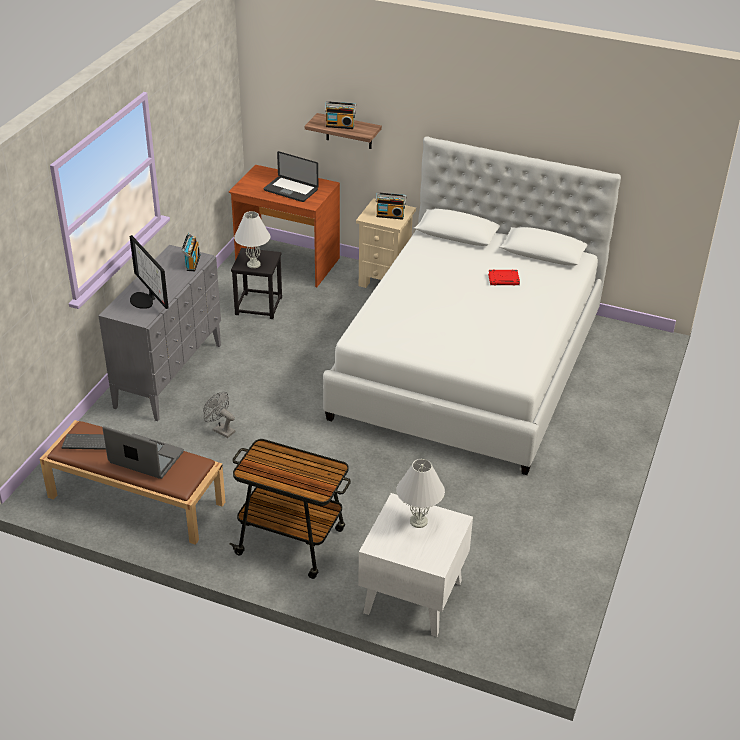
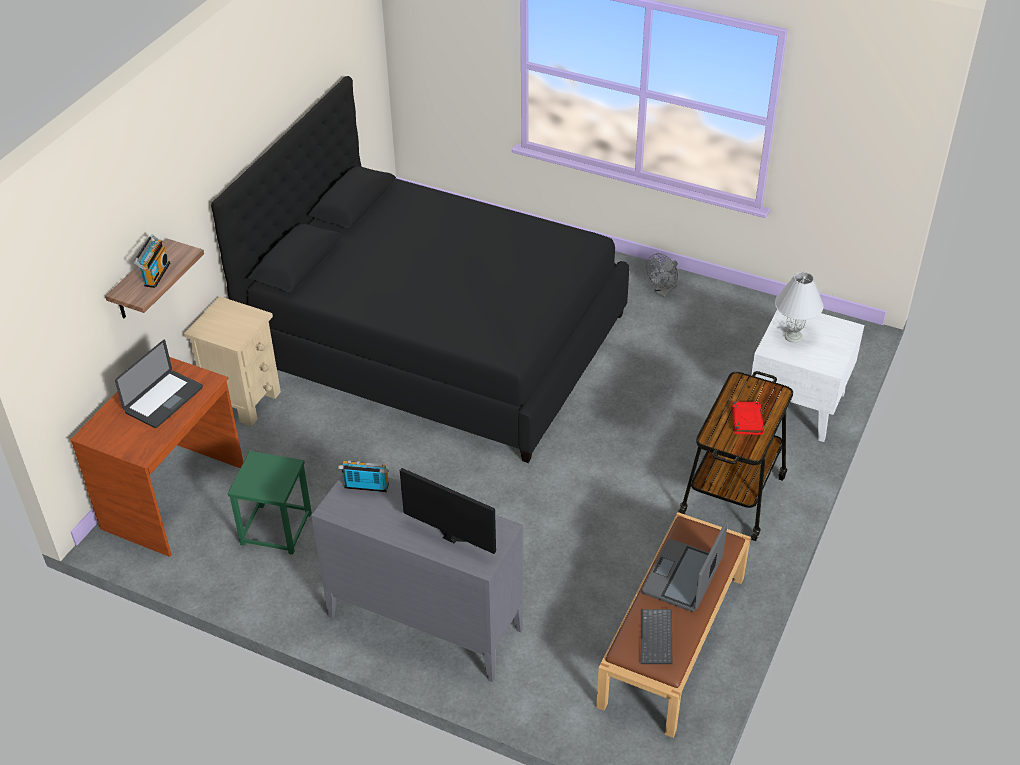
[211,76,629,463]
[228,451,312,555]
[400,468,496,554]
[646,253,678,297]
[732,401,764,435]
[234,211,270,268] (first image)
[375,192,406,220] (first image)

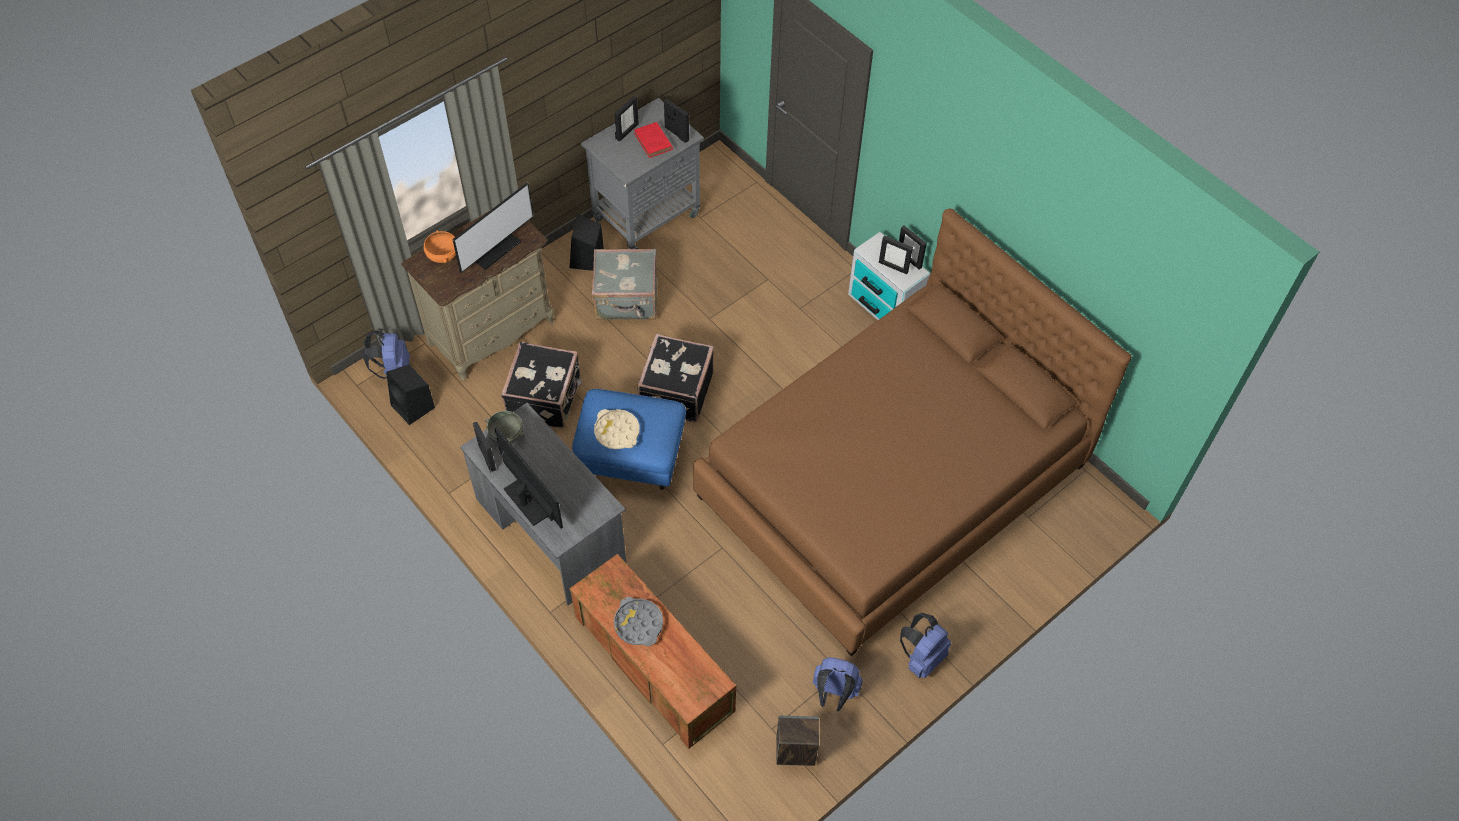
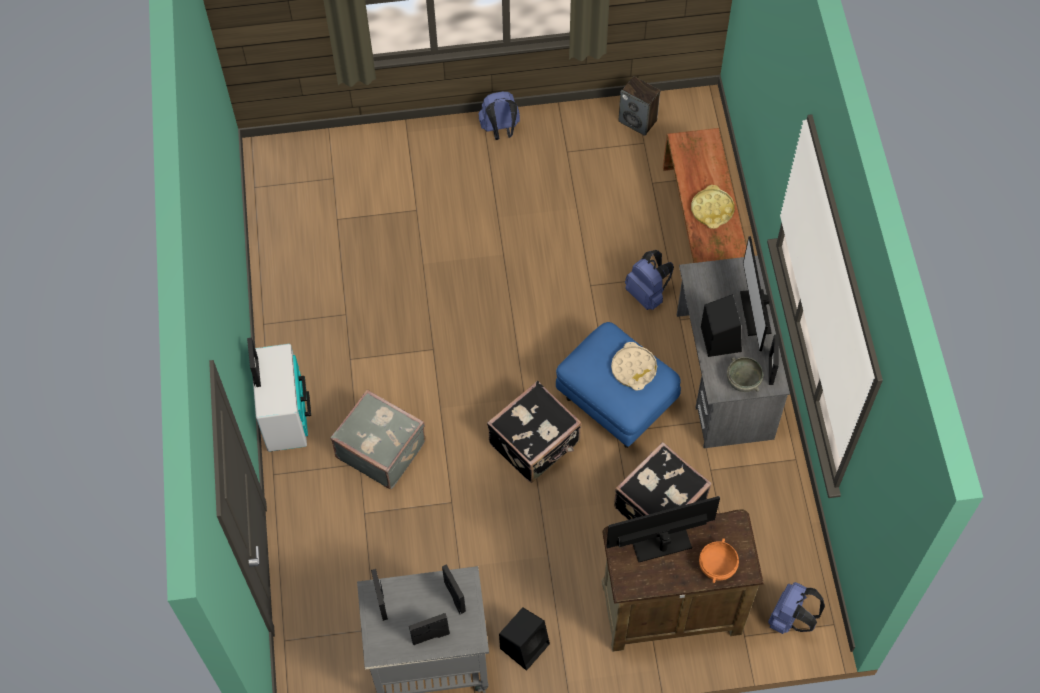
[331,389,426,489]
[442,564,466,614]
[625,250,674,310]
[691,185,735,229]
[701,294,742,357]
[634,122,673,158] (first image)
[693,209,1132,656] (first image)

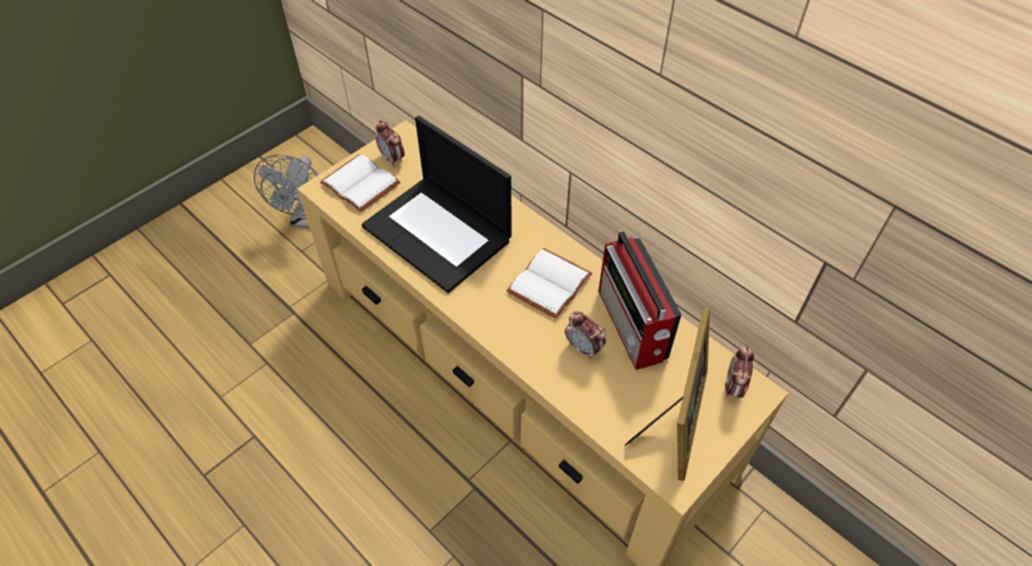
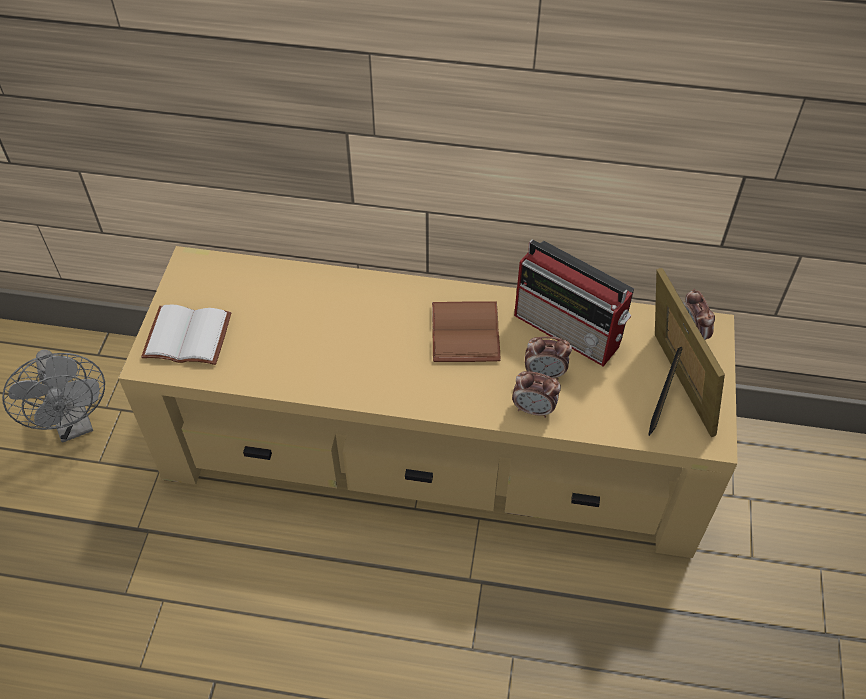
[432,302,501,362]
[512,371,561,418]
[362,116,512,293] (first image)

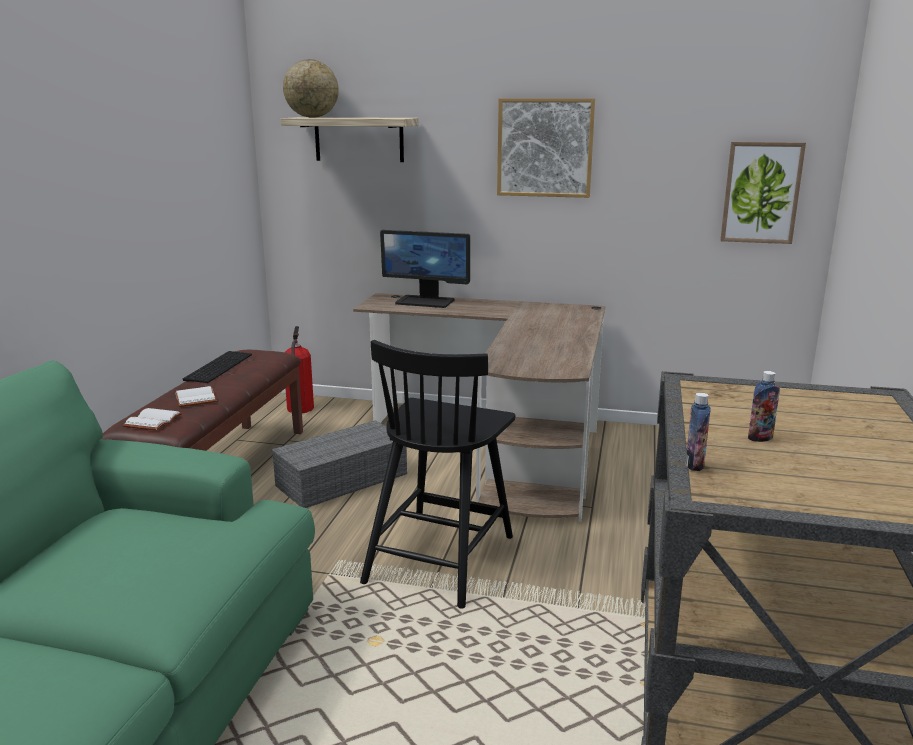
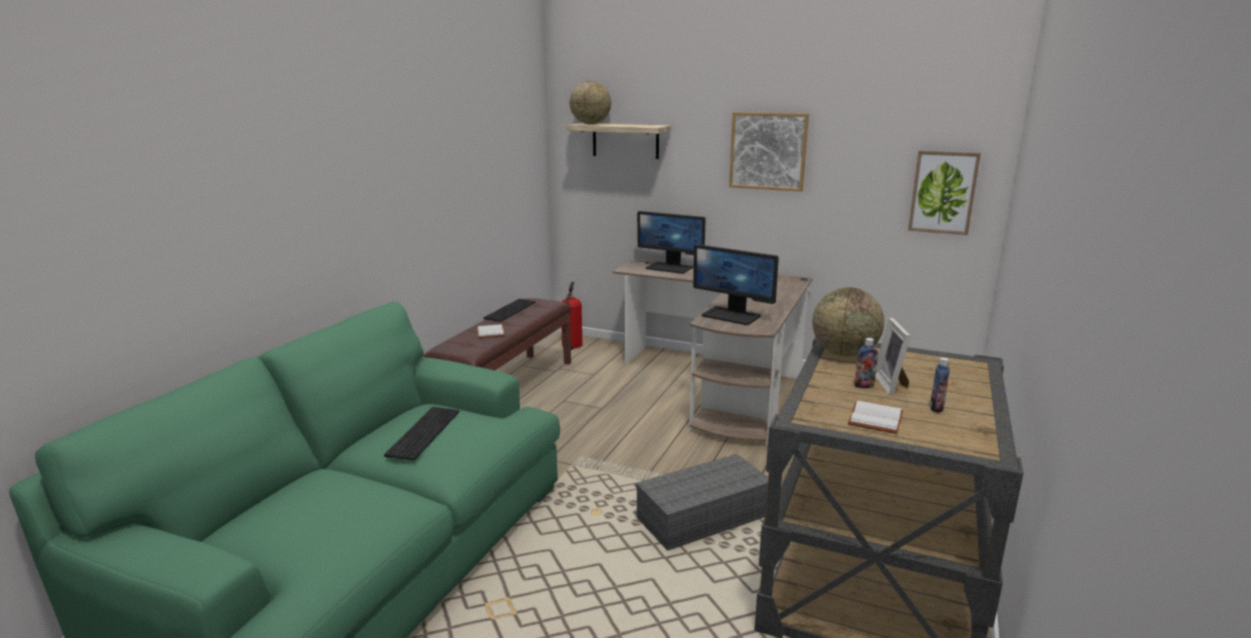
[384,407,460,460]
[636,454,769,551]
[693,244,779,325]
[812,287,884,356]
[848,401,903,434]
[875,318,911,396]
[930,357,950,413]
[360,340,515,609] (first image)

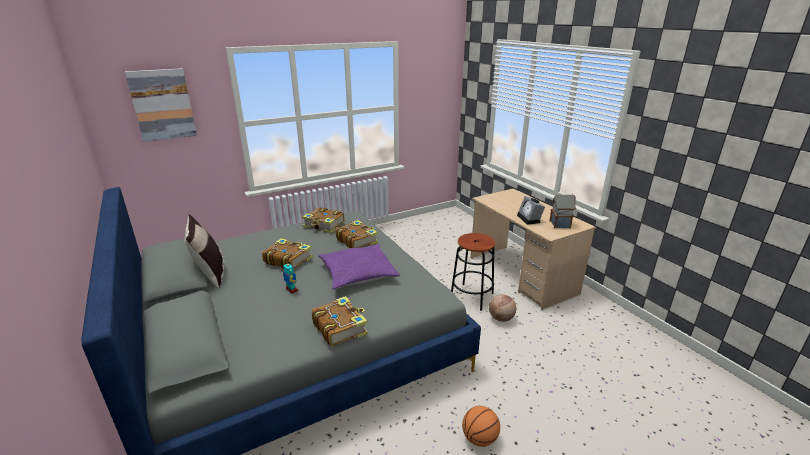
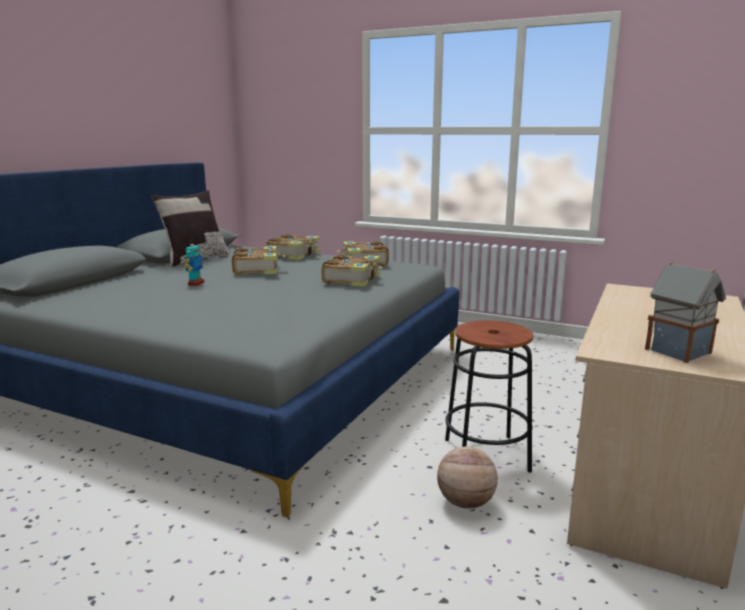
[266,234,320,260]
[125,68,197,142] (first image)
[318,244,400,290] (first image)
[462,406,500,447] (first image)
[517,196,545,225] (first image)

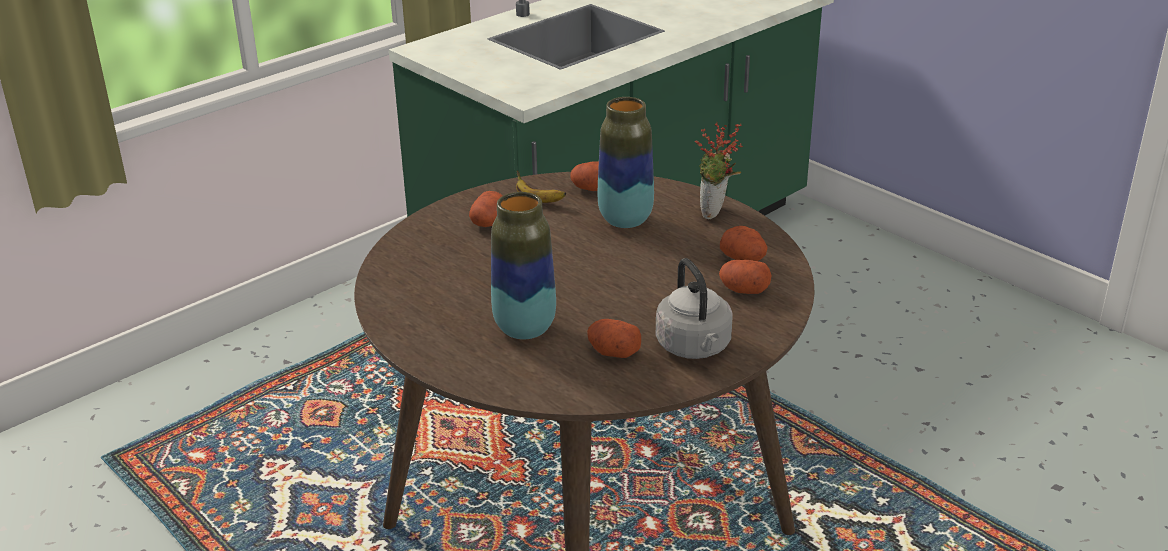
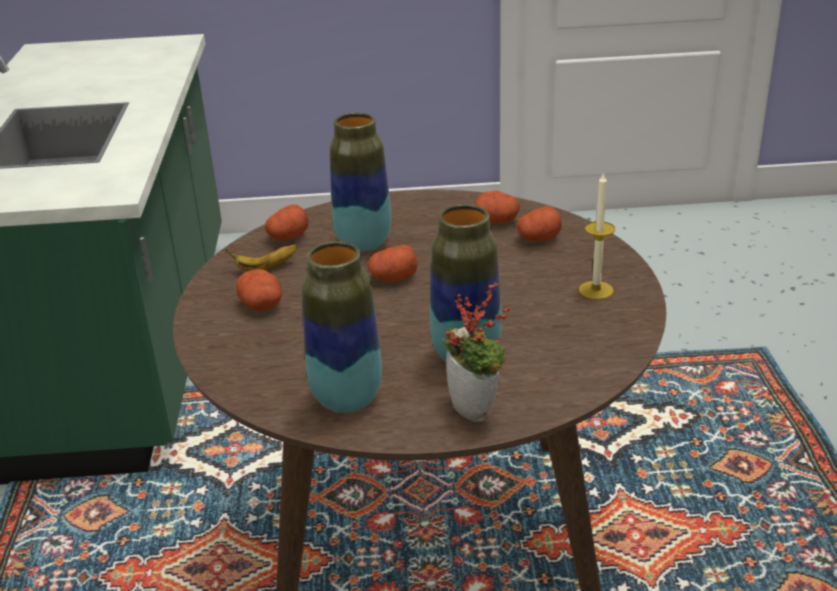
[302,241,382,413]
[368,245,418,281]
[443,282,511,422]
[579,172,615,300]

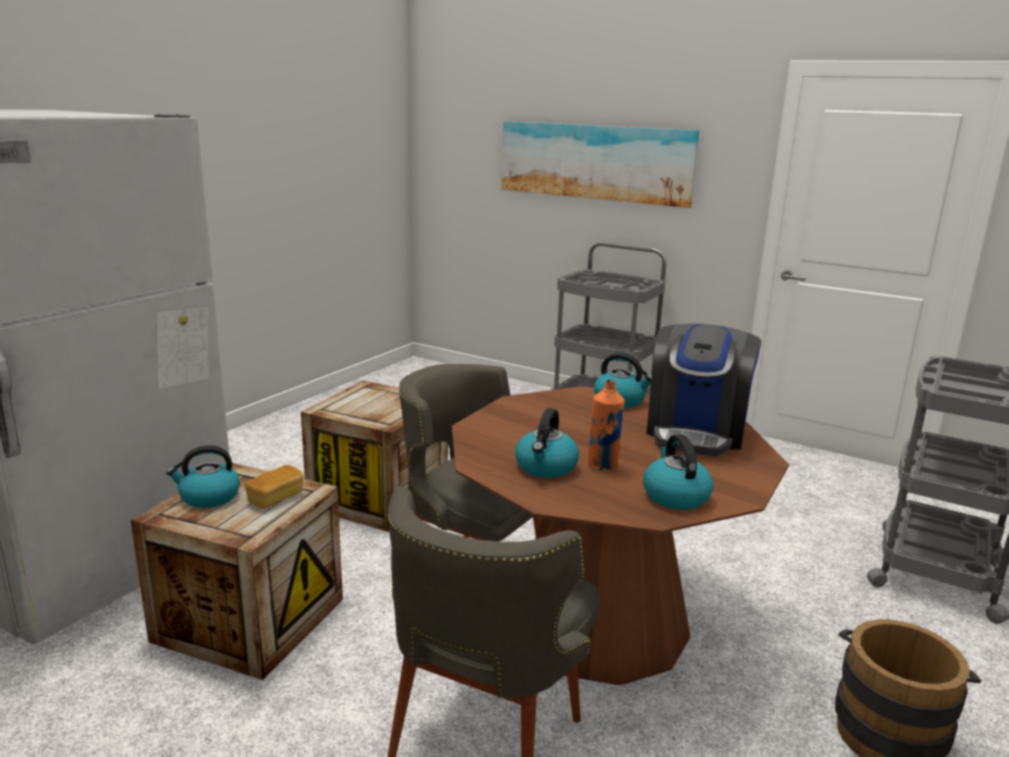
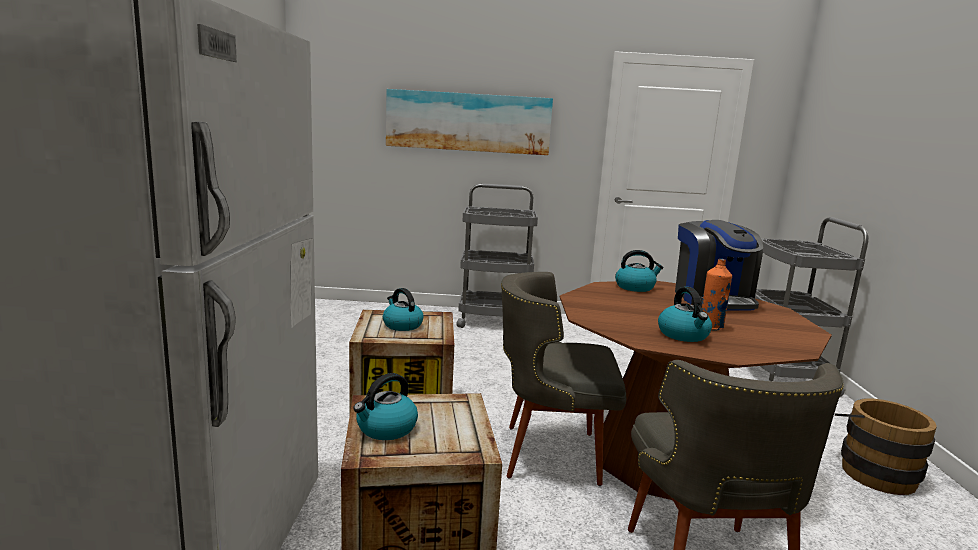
[383,288,424,331]
[245,465,304,509] (first image)

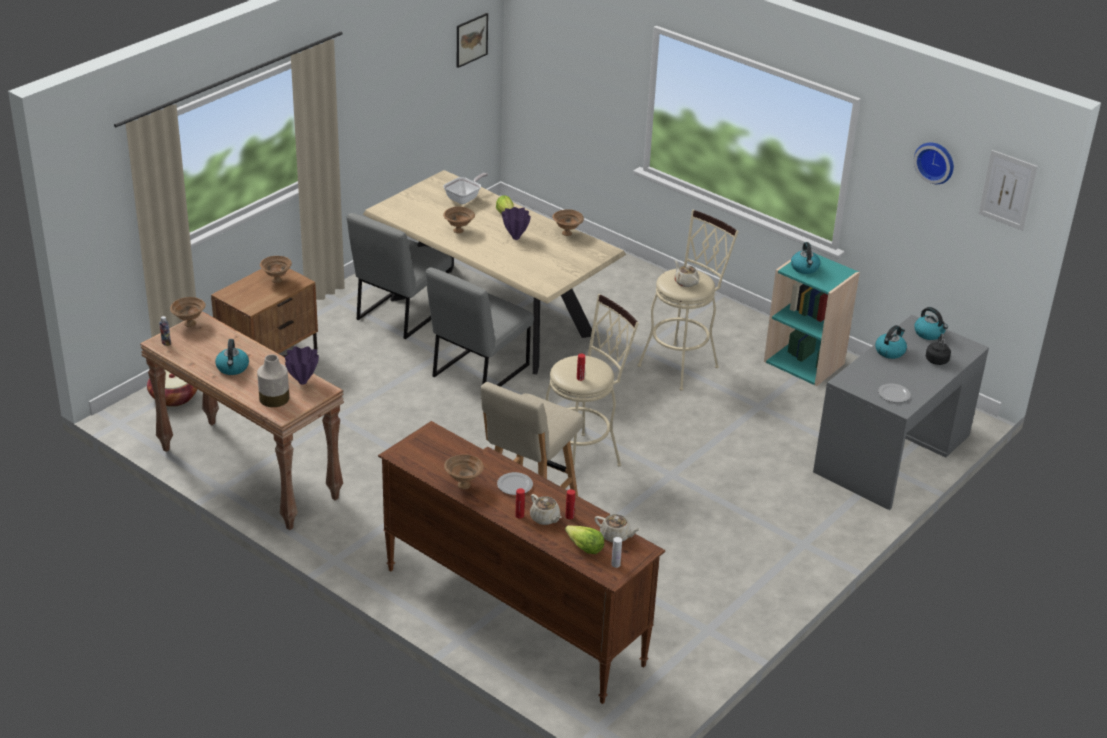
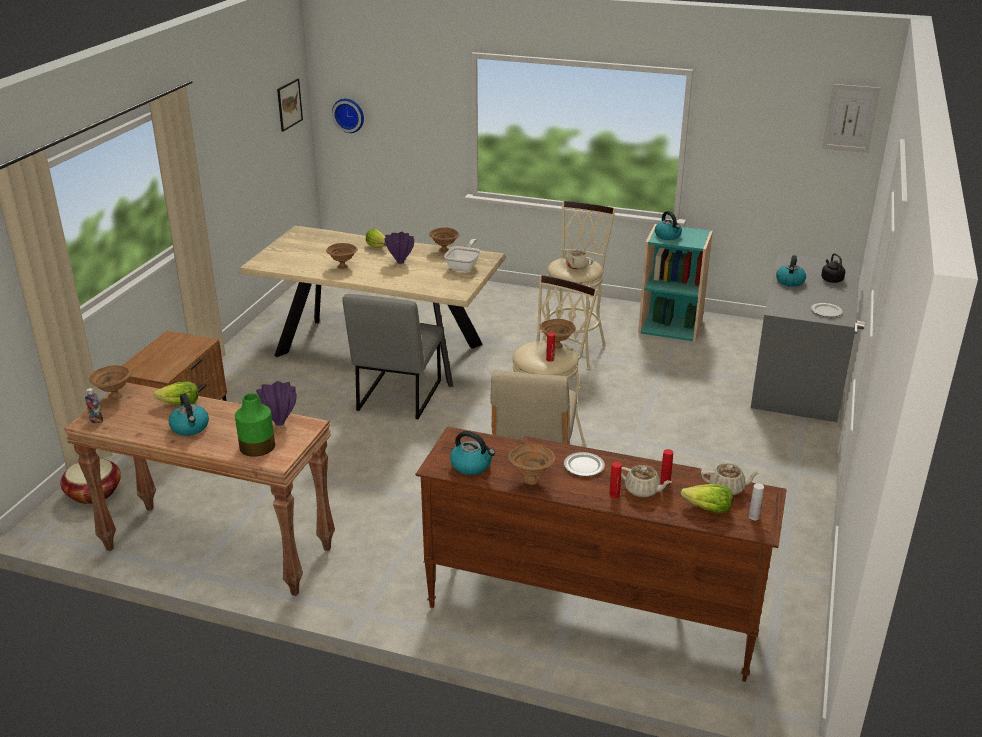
[153,381,198,405]
[235,393,275,457]
[332,99,364,133]
[444,239,480,272]
[450,431,495,475]
[540,319,576,349]
[347,213,452,339] (first image)

